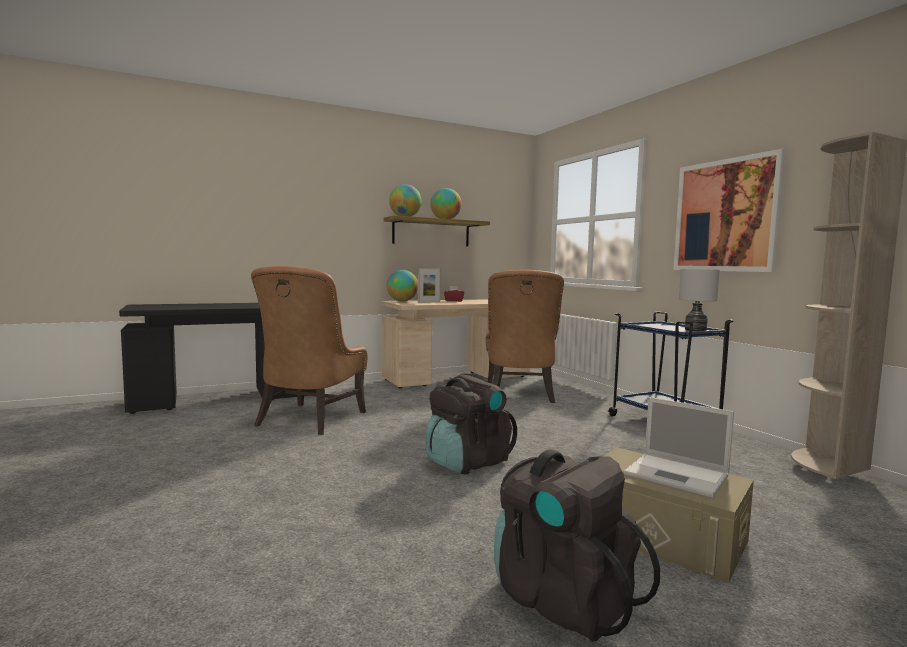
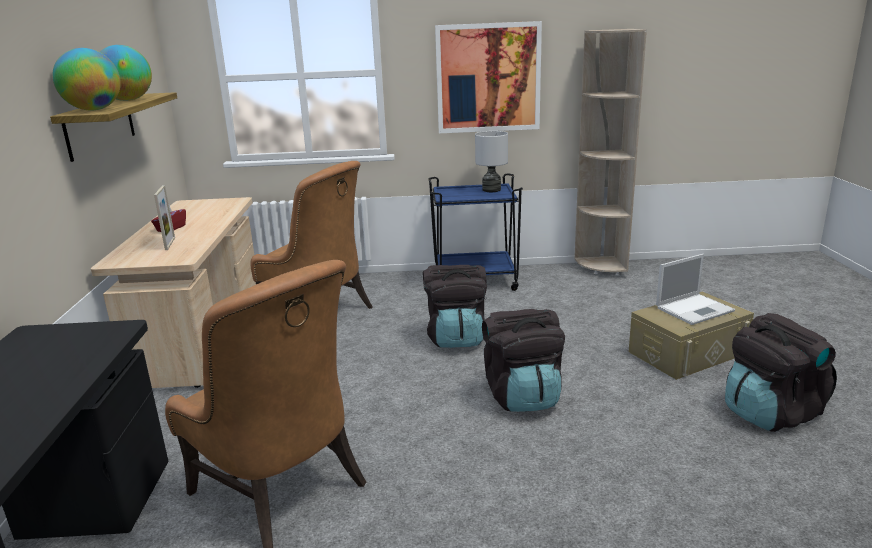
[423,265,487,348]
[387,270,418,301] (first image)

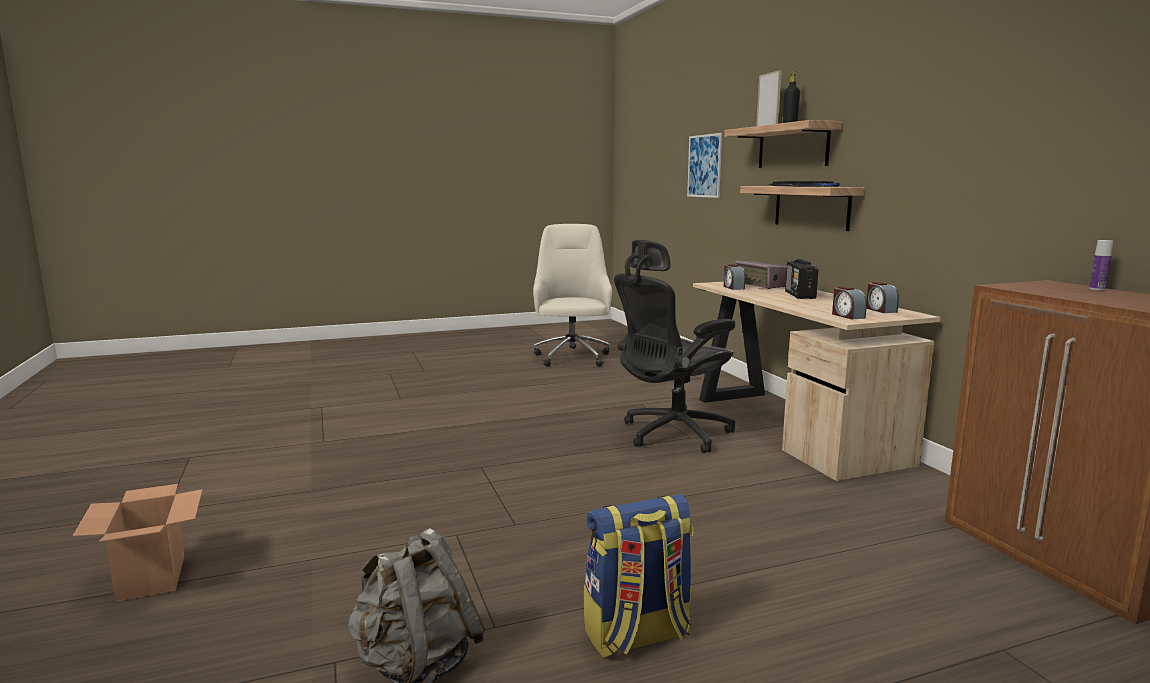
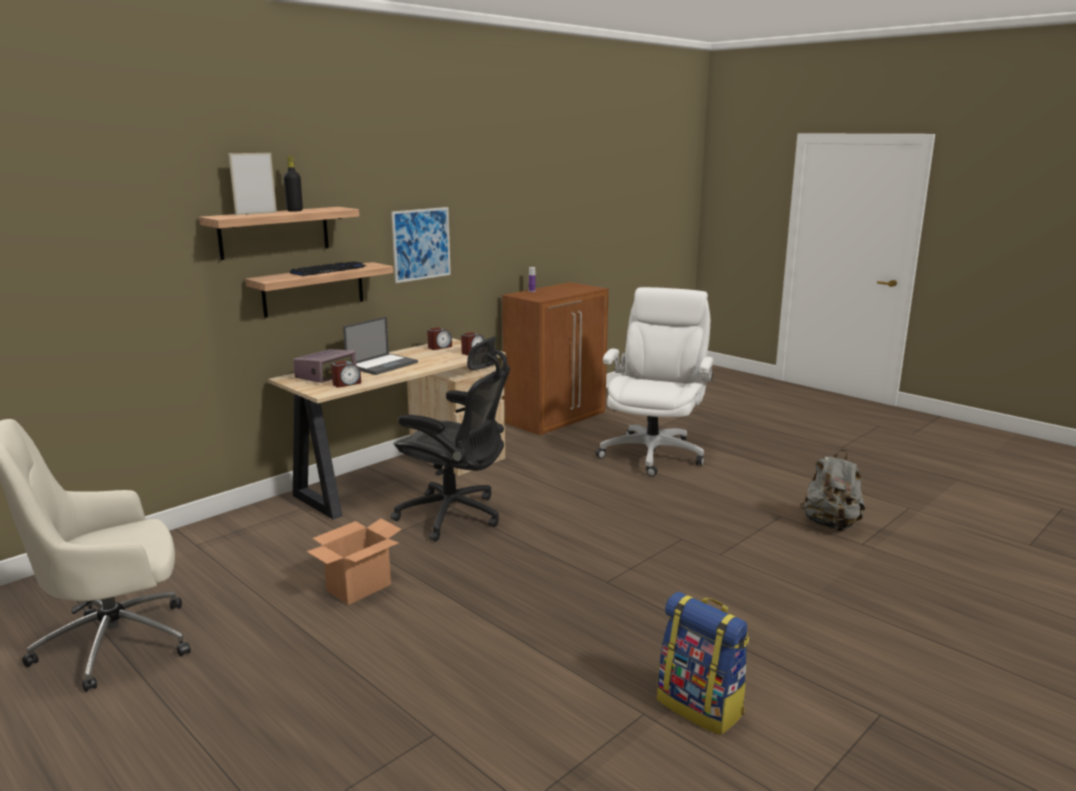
[306,519,402,605]
[343,317,418,375]
[391,207,451,283]
[595,287,713,477]
[657,592,749,735]

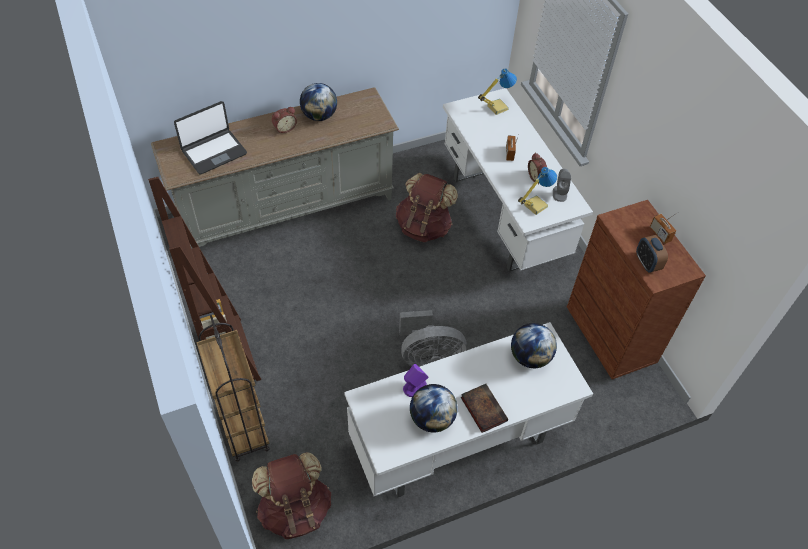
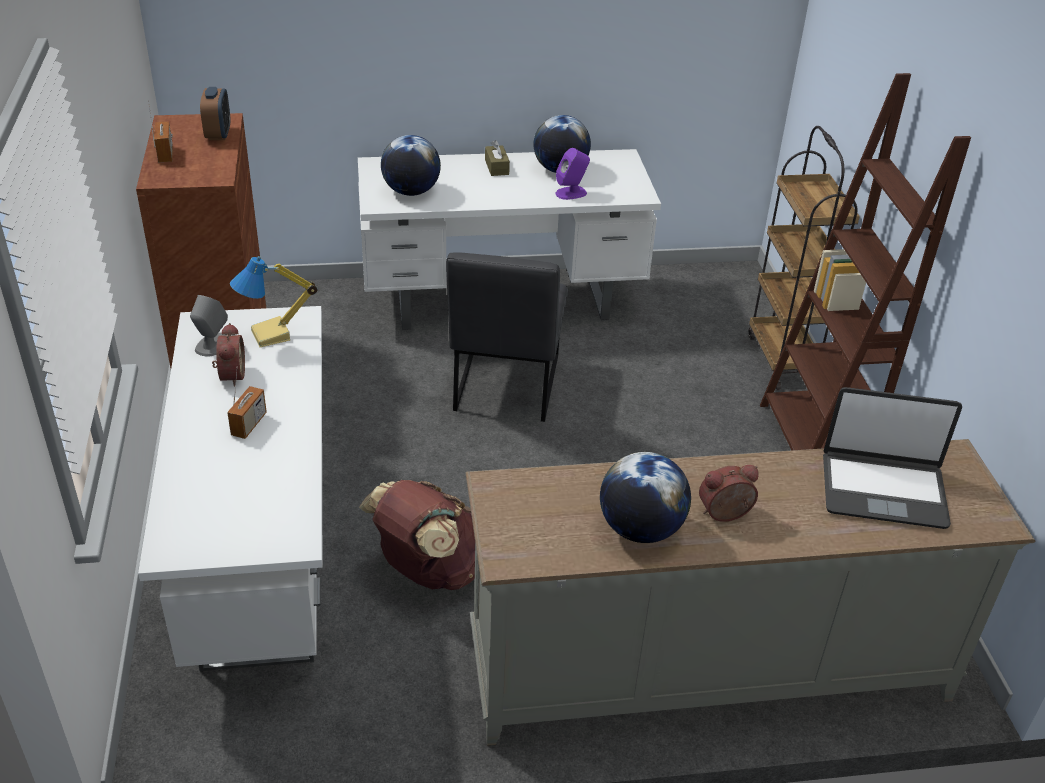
[446,252,568,422]
[485,140,510,176]
[823,387,962,529]
[252,452,331,539] (first image)
[478,68,517,115] (first image)

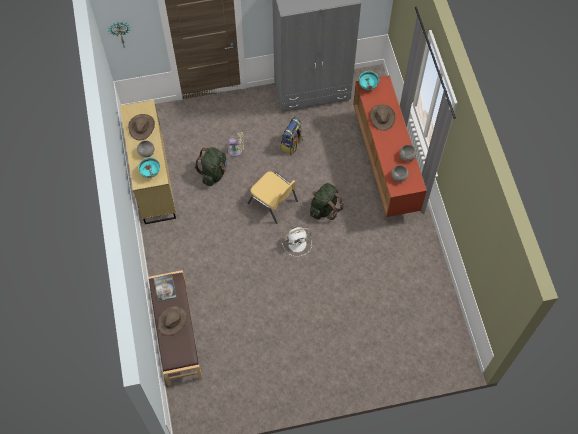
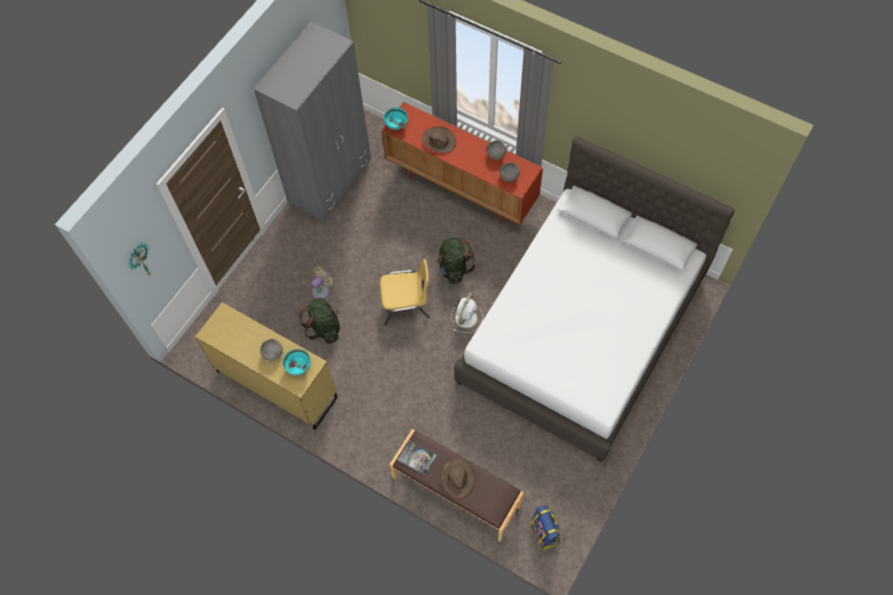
[454,136,734,461]
[530,505,560,551]
[128,114,155,141] (first image)

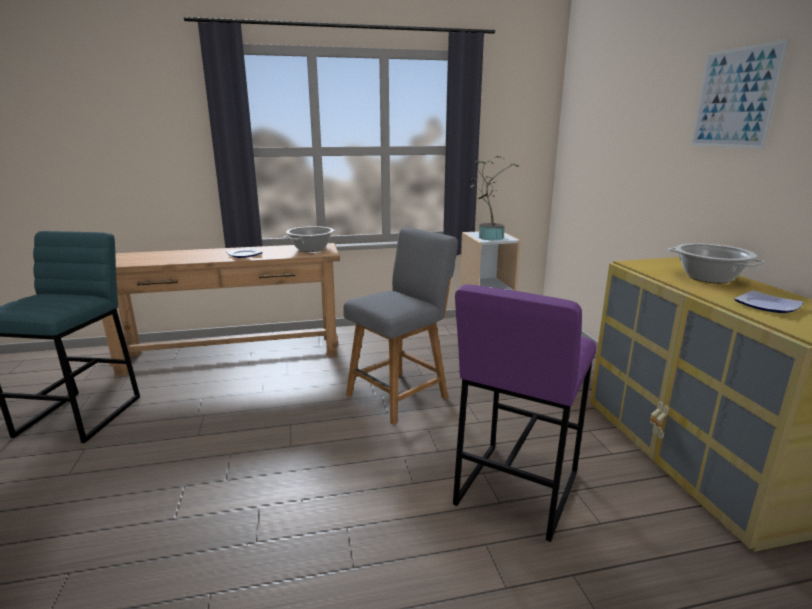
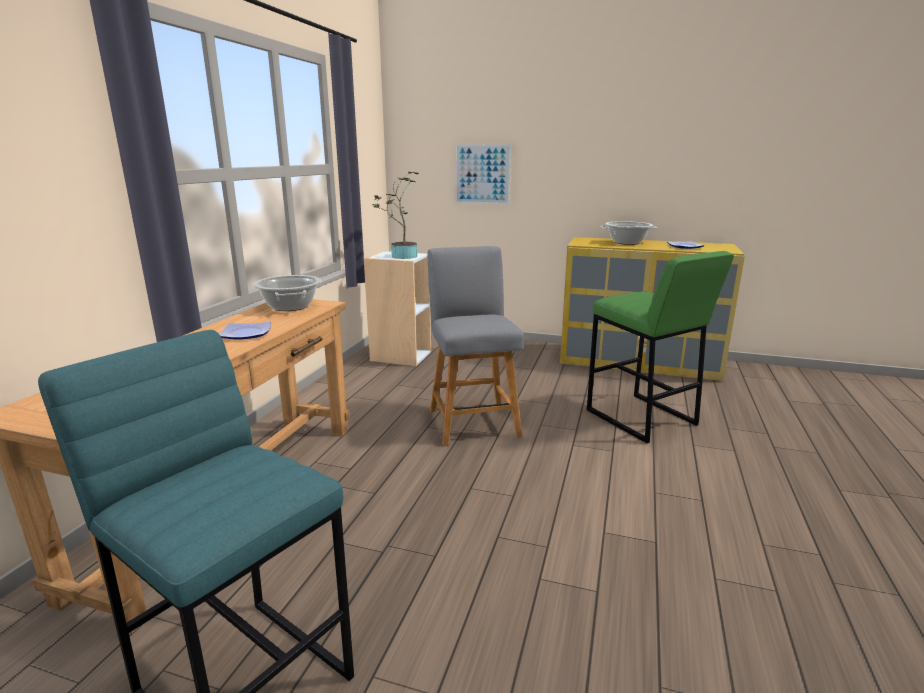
[455,144,511,205]
[587,251,734,443]

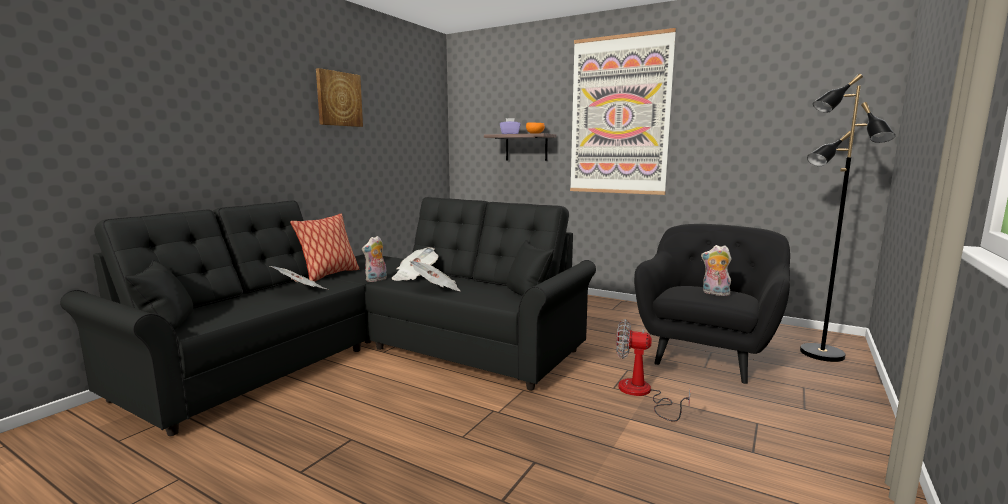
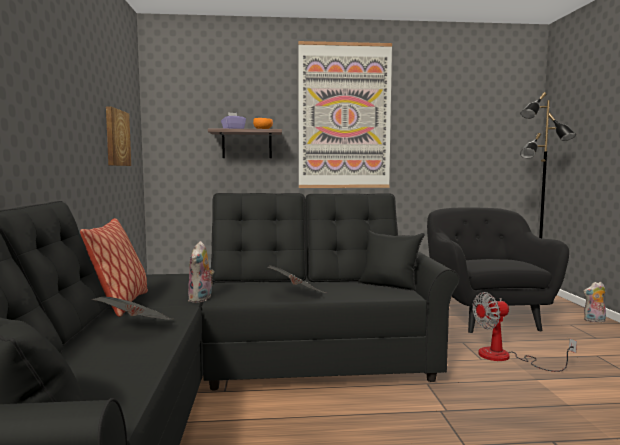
[106,106,131,166]
[584,282,606,322]
[391,247,439,281] (first image)

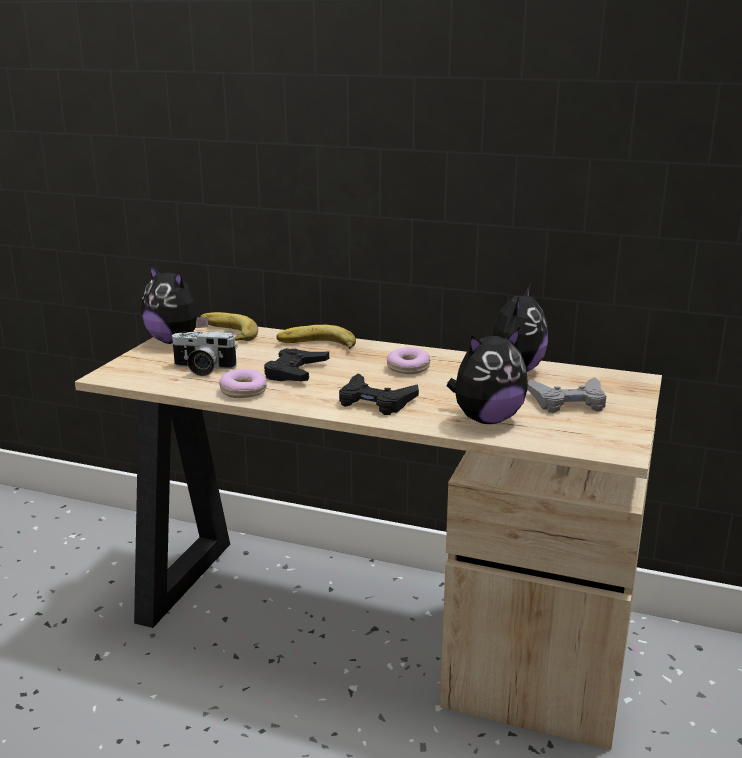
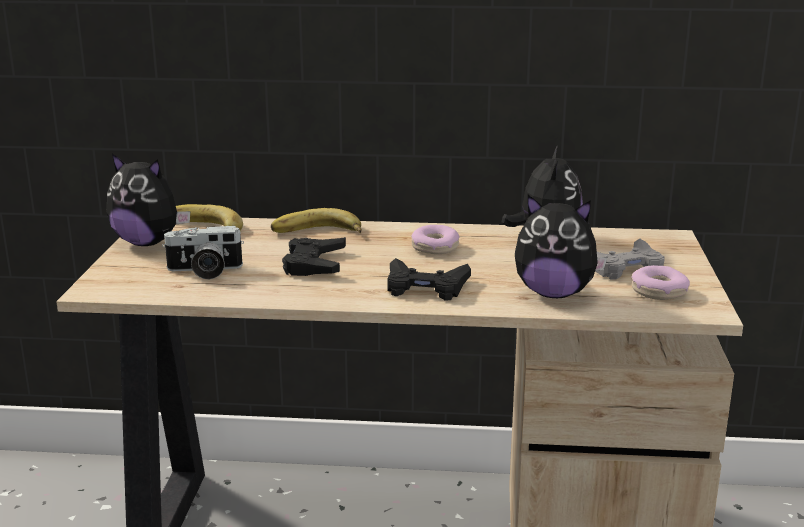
[515,195,607,298]
[631,265,690,300]

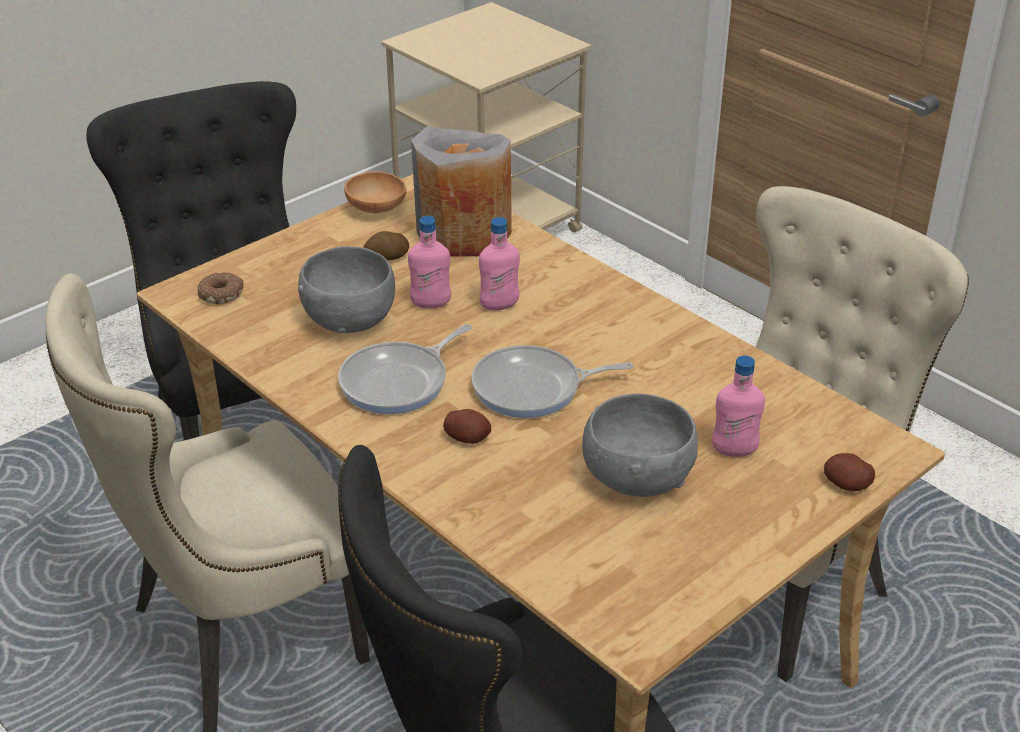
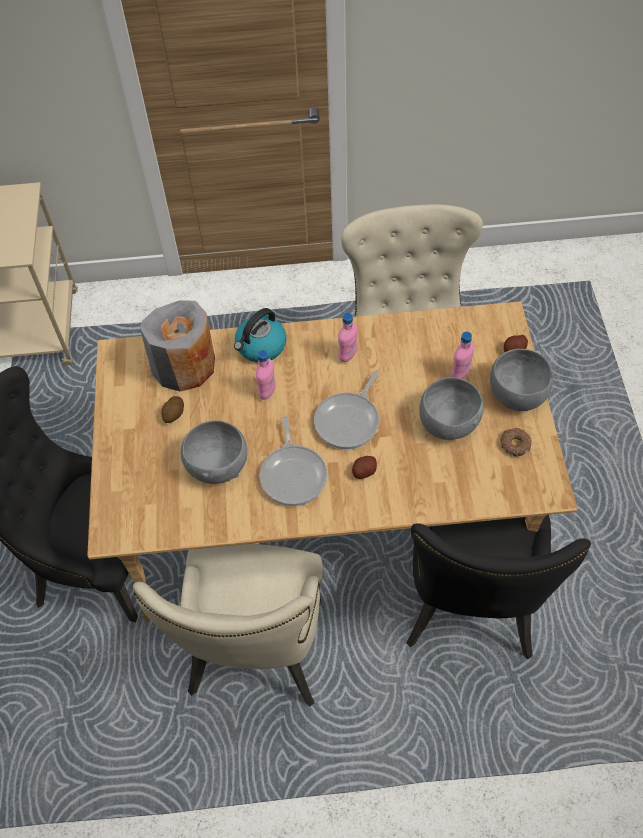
[234,308,286,362]
[338,313,358,362]
[490,349,555,411]
[501,428,532,457]
[344,171,406,214] (first image)

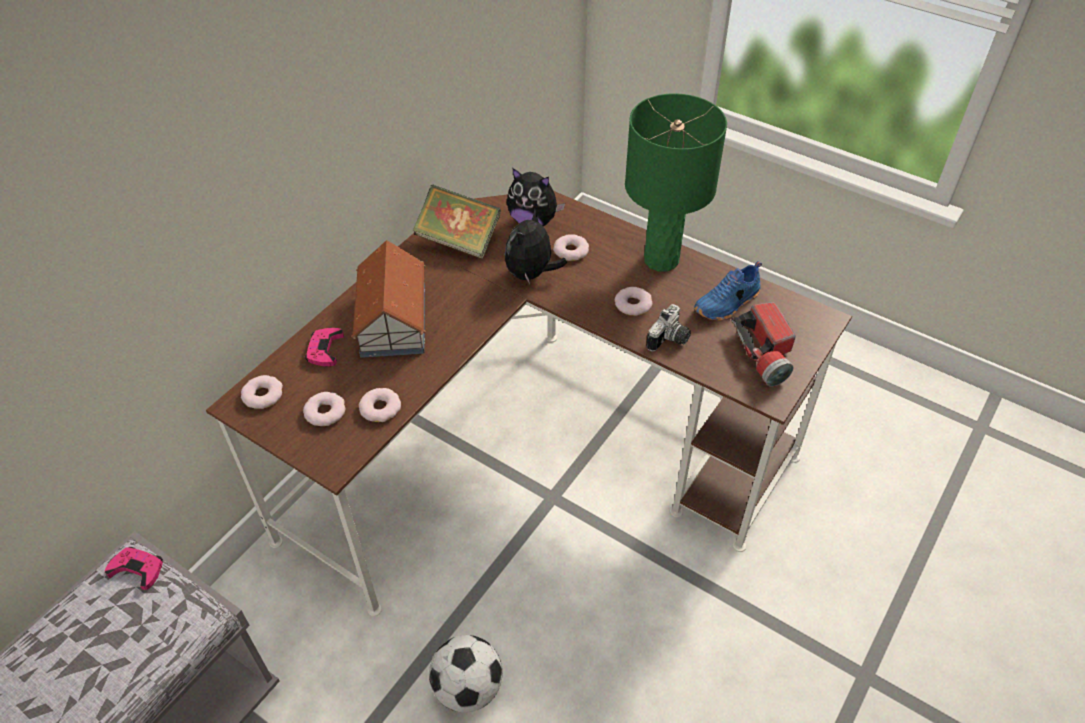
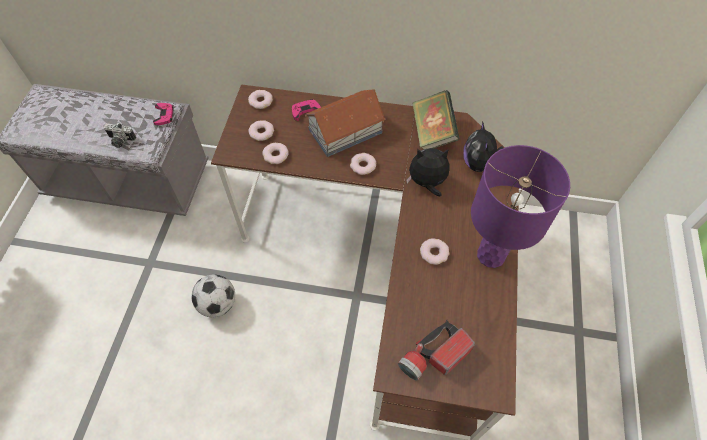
[103,122,136,148]
[350,153,376,175]
[471,145,570,268]
[694,261,762,321] (first image)

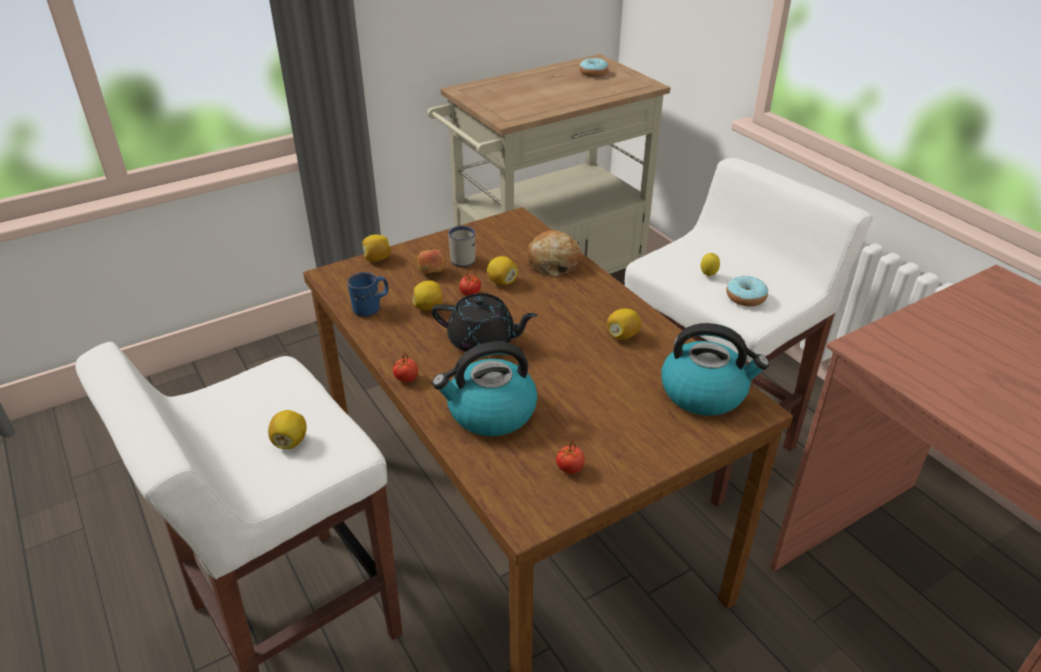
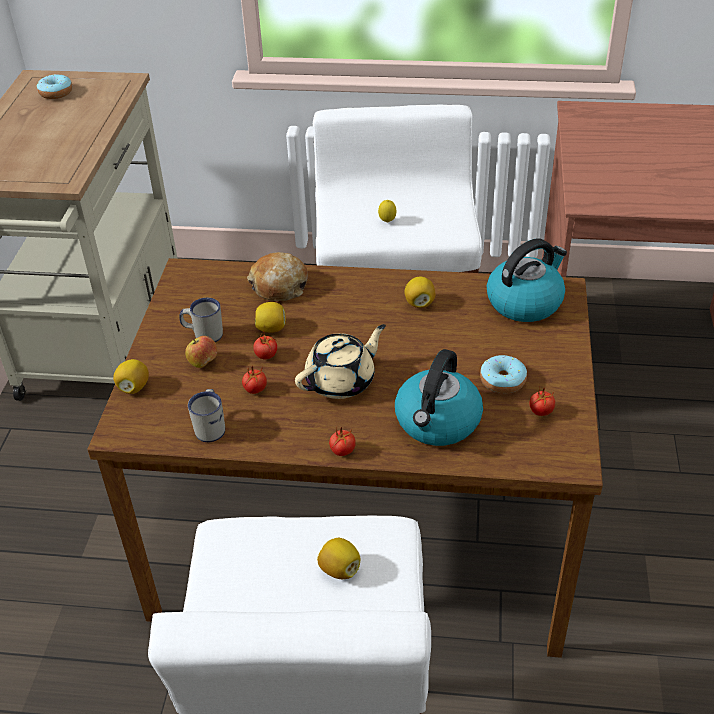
[188,389,225,442]
[242,366,267,394]
[295,324,386,399]
[480,355,527,394]

